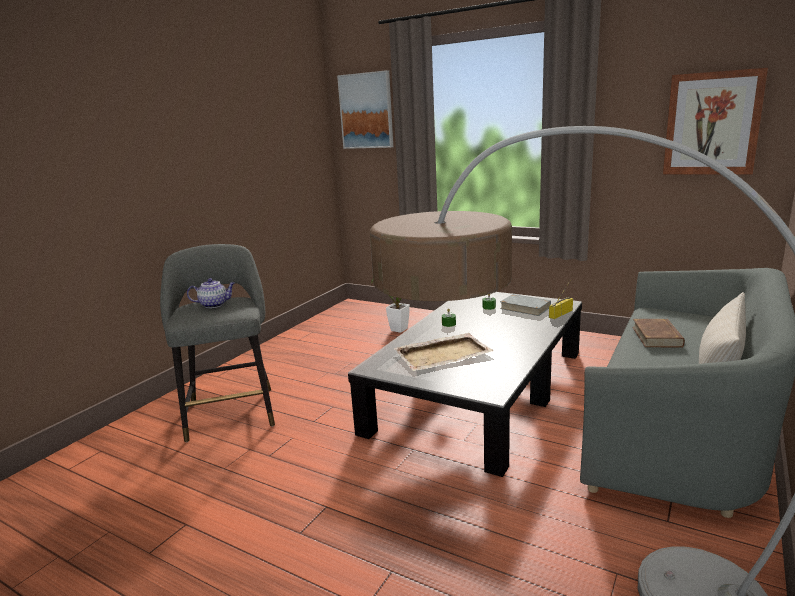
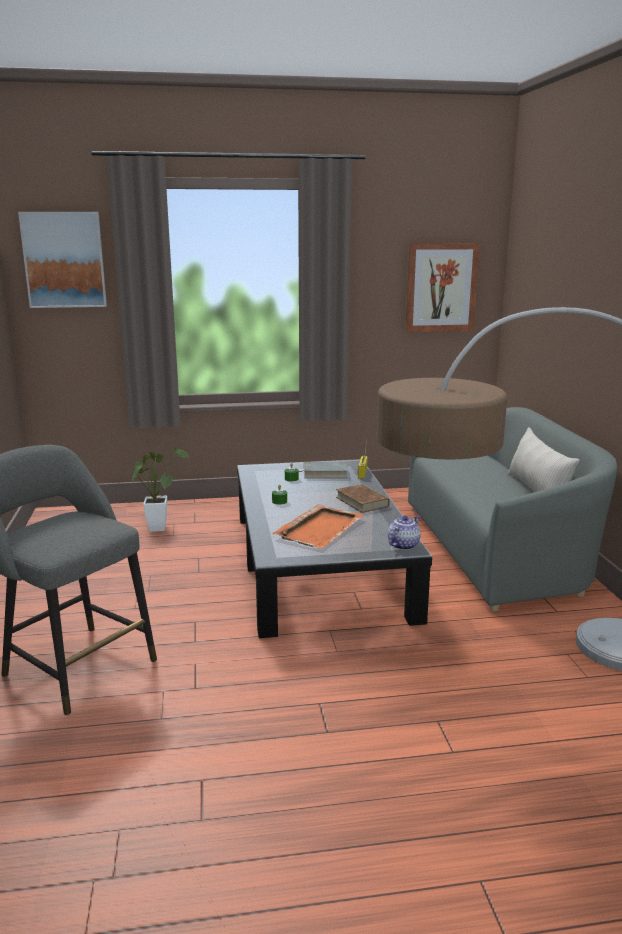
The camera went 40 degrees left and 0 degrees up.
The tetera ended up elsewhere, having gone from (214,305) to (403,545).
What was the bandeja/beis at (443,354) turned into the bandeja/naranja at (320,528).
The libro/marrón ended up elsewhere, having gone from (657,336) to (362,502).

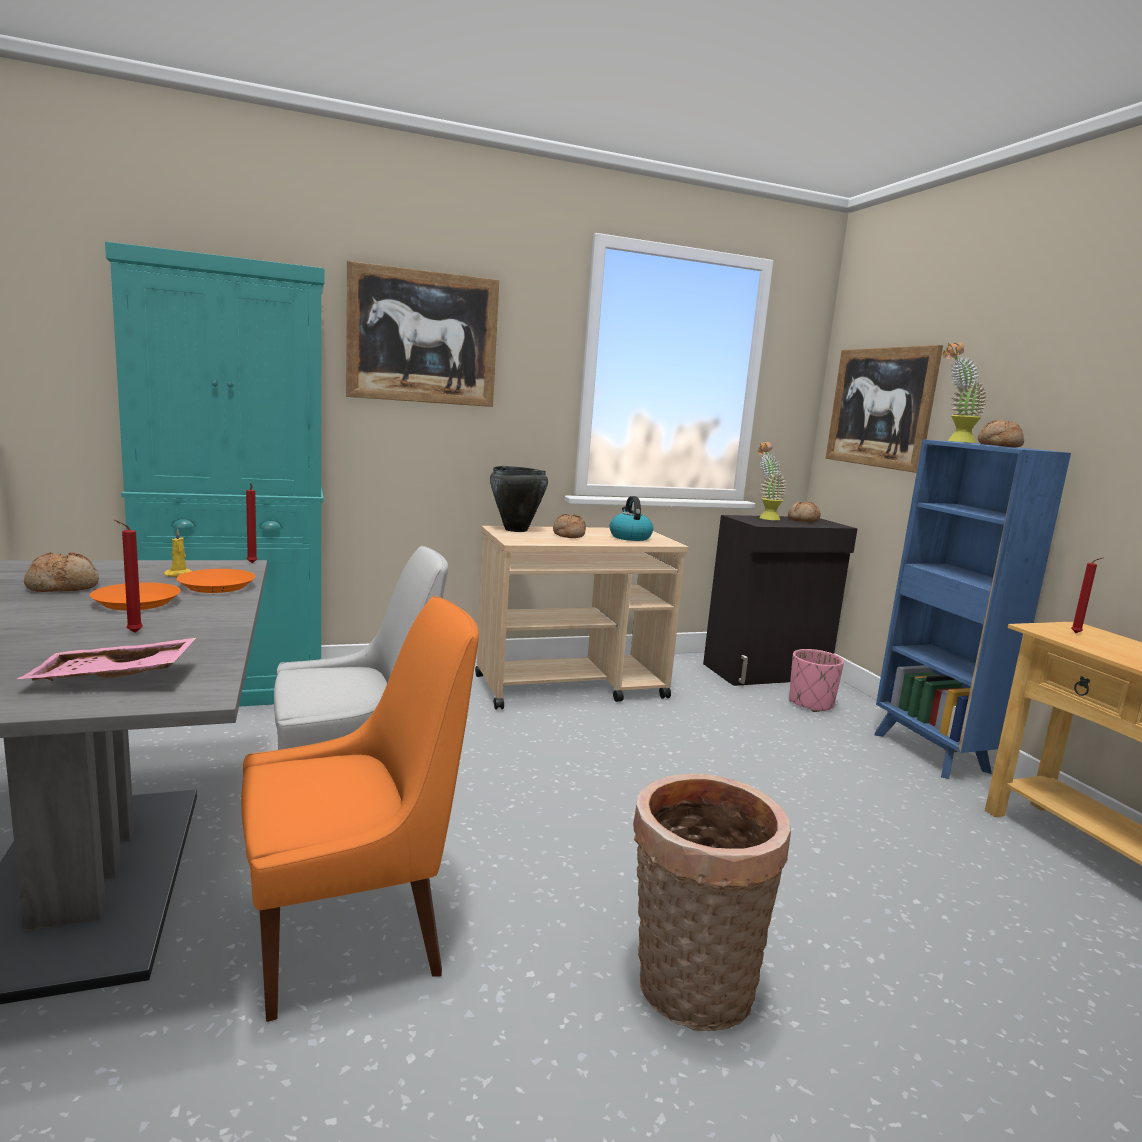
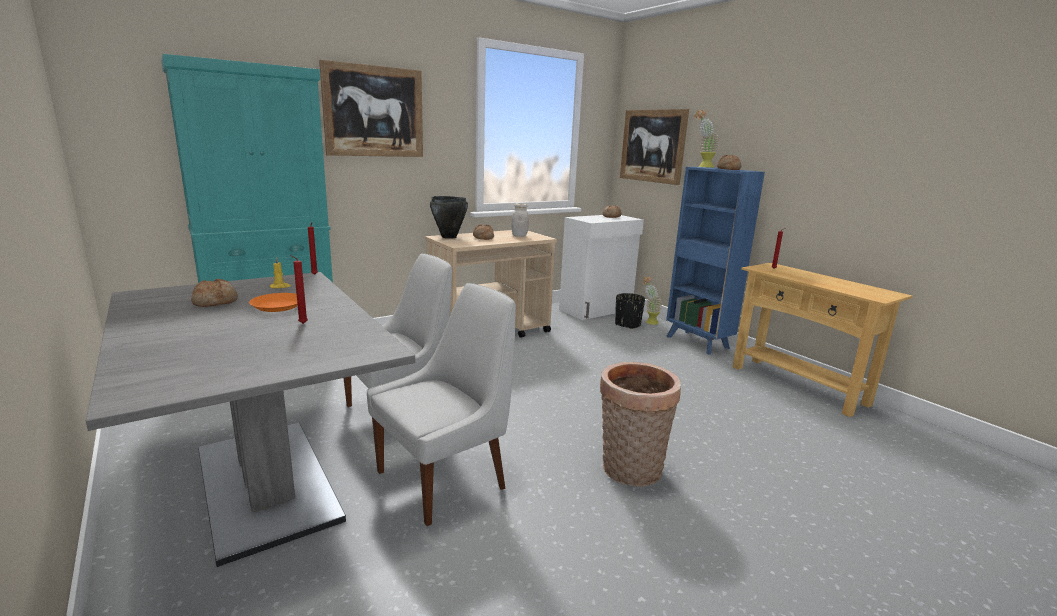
The camera went 15 degrees left and 5 degrees up.
The second view lost the bandeja/rosa at (112,678).
The second view lost the plato/naranja at (217,586).
What was the silla/naranja at (354,933) turned into the silla/blanco at (445,478).
Where the hervidor stood at (629,537), the tarro/blanco came to stand at (519,236).
What was the armario/negro at (767,672) turned into the armario/blanco at (597,310).
The planta en maceta ended up elsewhere, having gone from (765,518) to (649,322).
What was the maceta/rosa at (811,704) turned into the maceta/negro at (628,324).

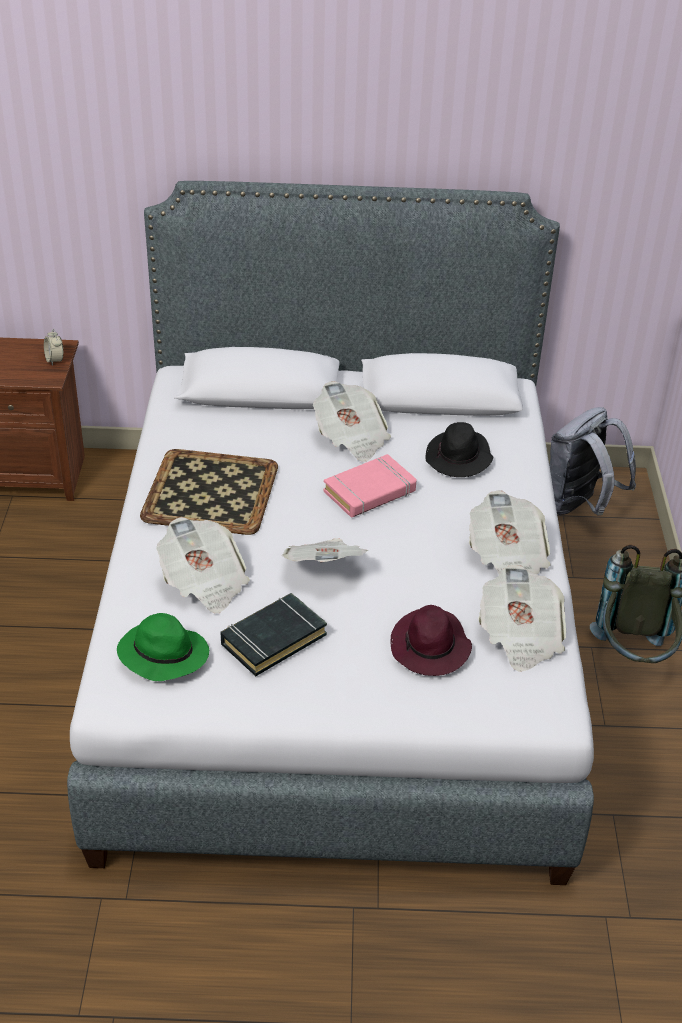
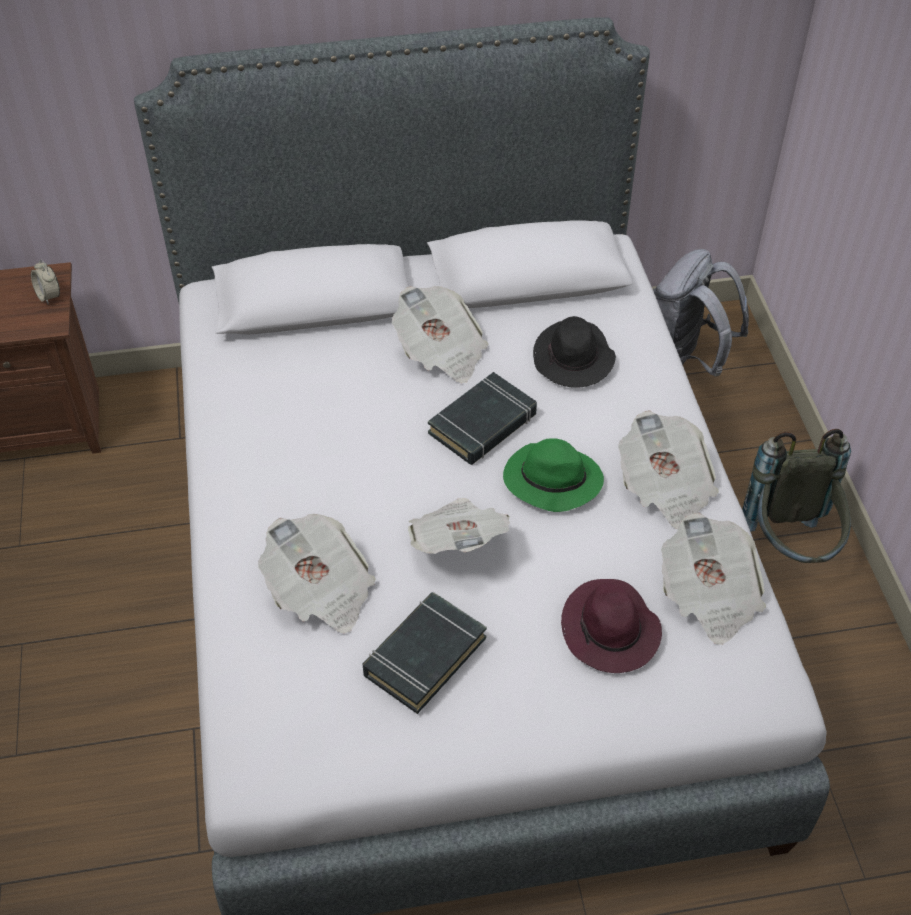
The camera went 10 degrees left and 10 degrees up.
The sombrero/verde ended up elsewhere, having gone from (162,654) to (550,481).
The second view lost the bandeja at (210,491).
What was the libro/rosa at (370,492) turned into the libro/negro at (483,424).

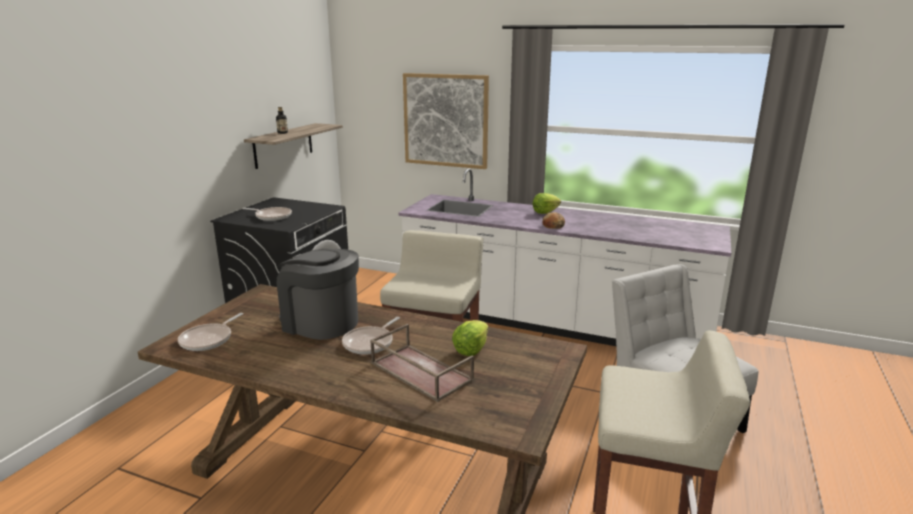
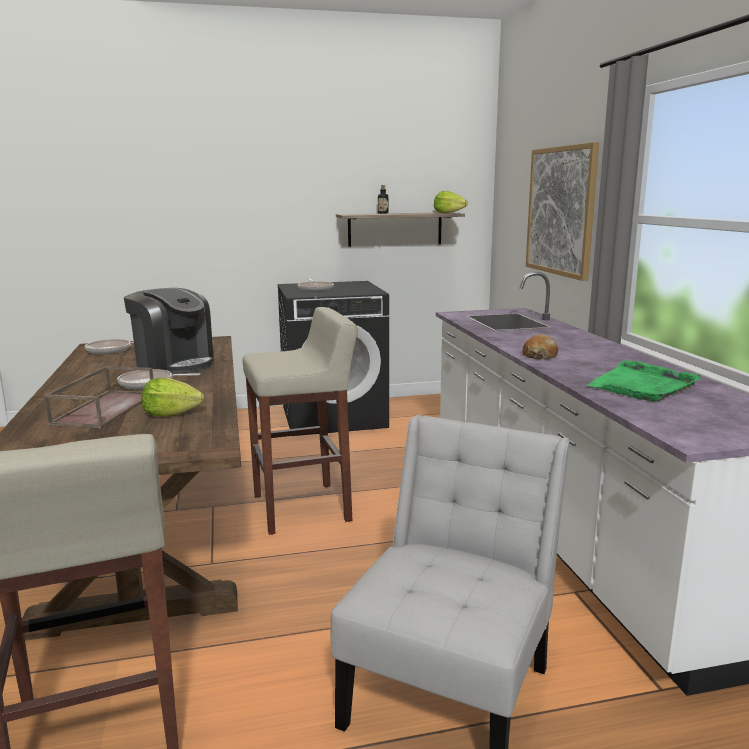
The camera went 55 degrees right and 5 degrees down.
The cafetera at (320,322) ended up facing another way, 135 degrees clockwise from before.
The lechuga ended up elsewhere, having gone from (545,212) to (448,213).
The second view gained the bandeja/verde at (642,385).

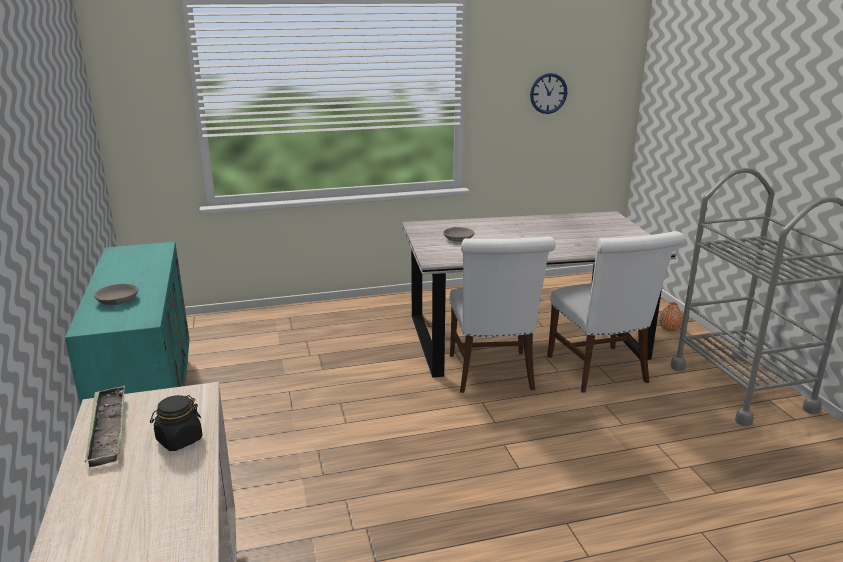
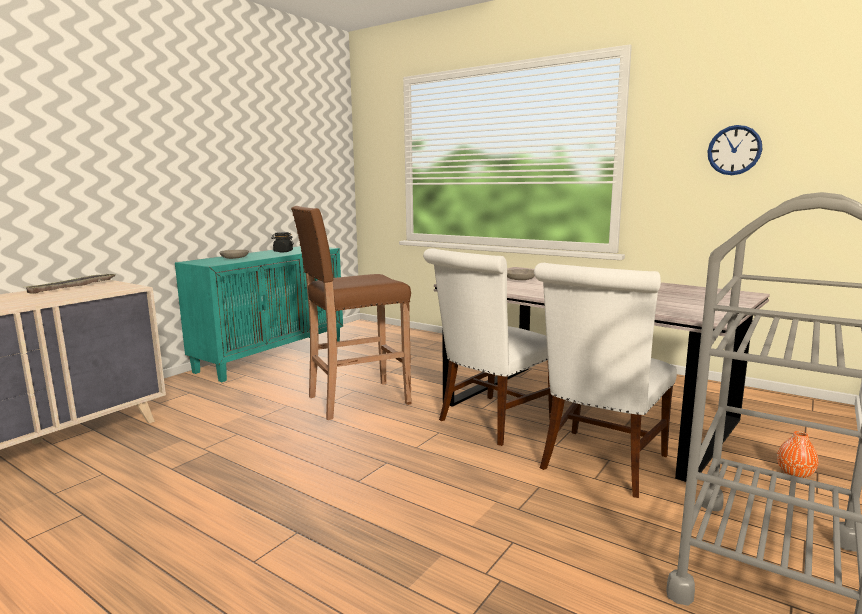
The camera went 50 degrees right and 10 degrees down.
The tarro/negro ended up elsewhere, having gone from (179,440) to (283,251).
The second view gained the taburete/marrón at (356,400).

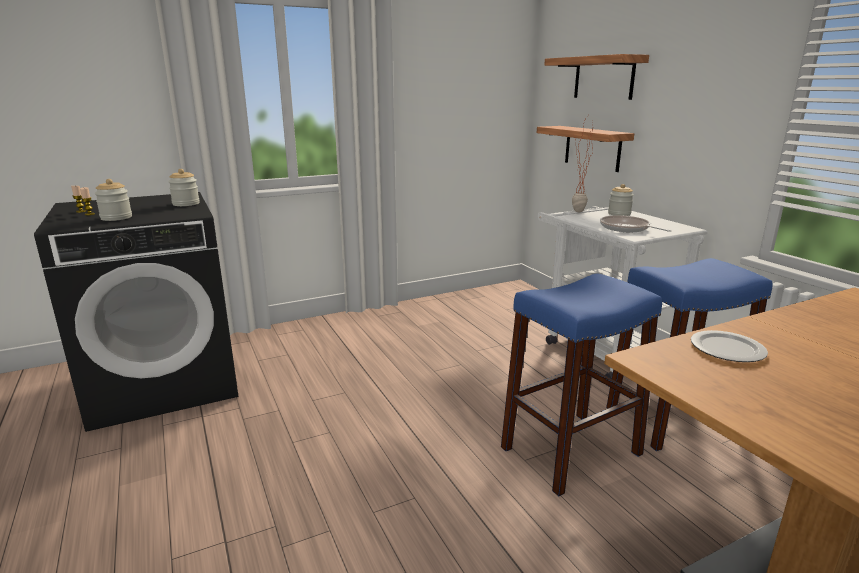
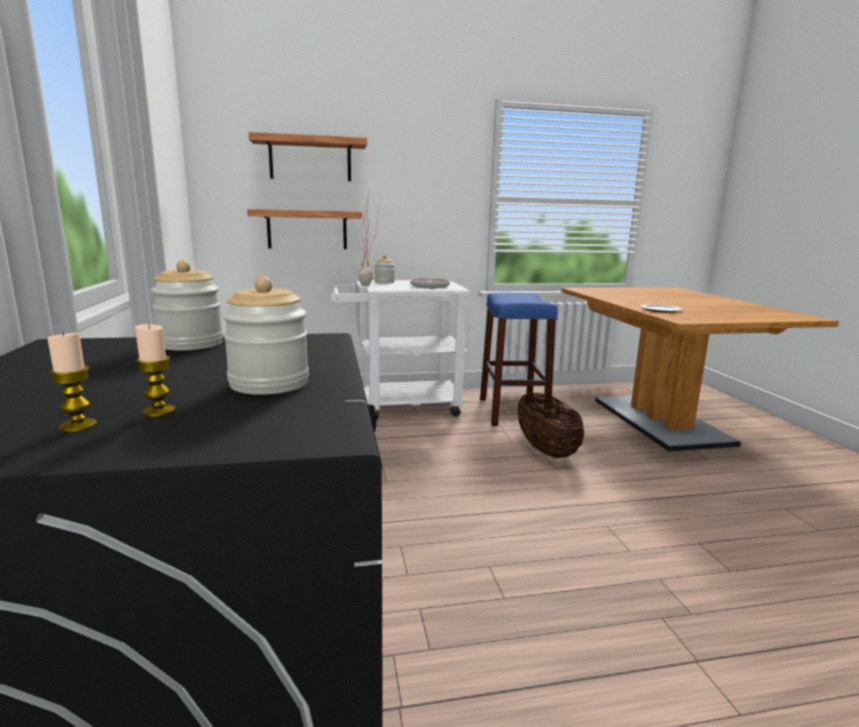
The camera went 75 degrees left and 5 degrees down.
Where the taburete/azul stood at (571,451), the cesta came to stand at (546,450).

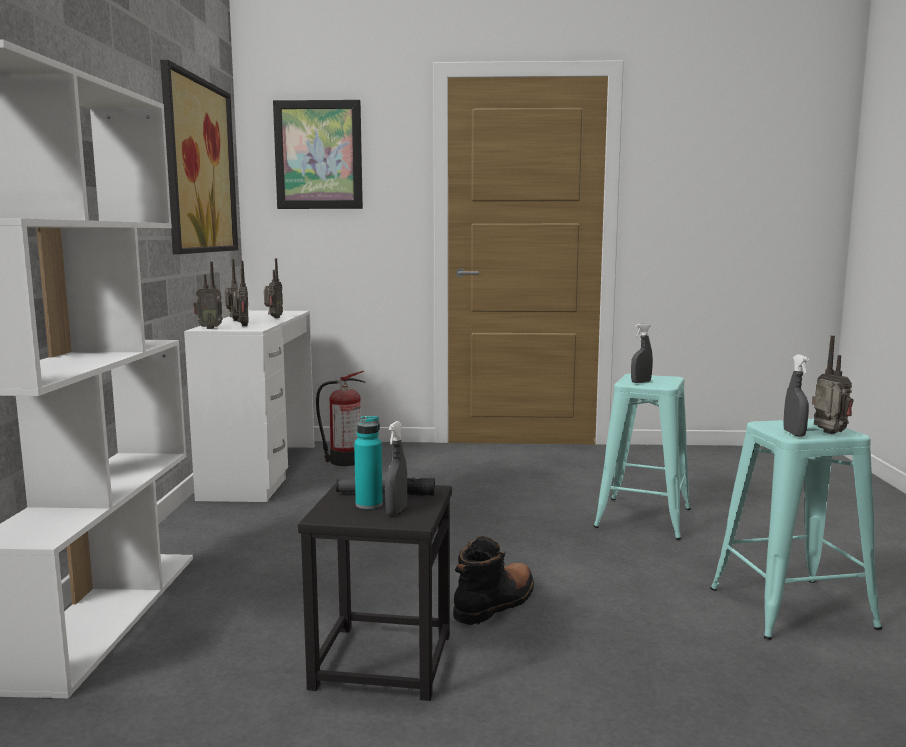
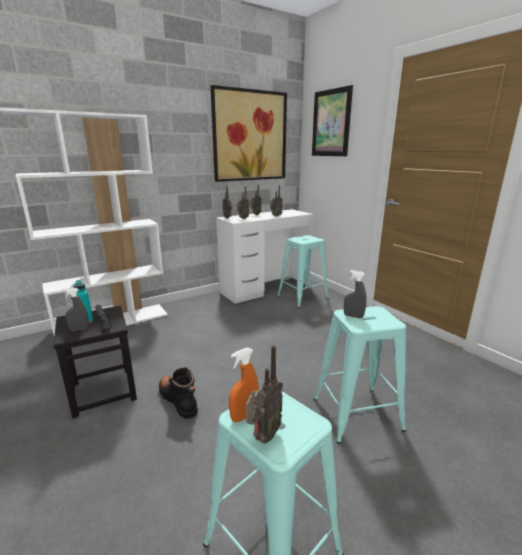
The camera went 55 degrees right and 10 degrees up.
Where the extintor stood at (344,461), the taburete/turquesa came to stand at (302,297).
The bota/negro at (495,604) ended up facing another way, 135 degrees counterclockwise from before.
What was the pulverizador/gris at (794,433) turned into the pulverizador/naranja at (244,416).

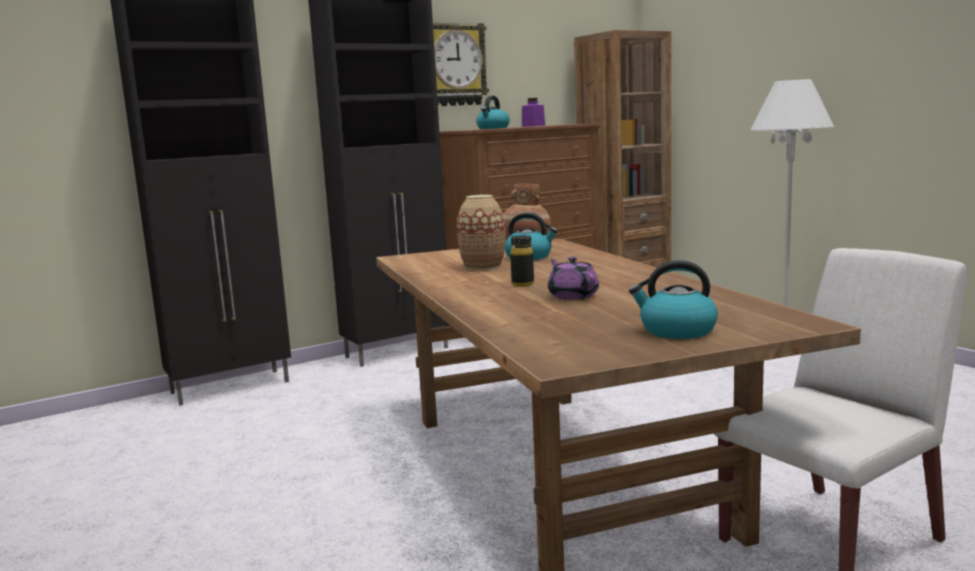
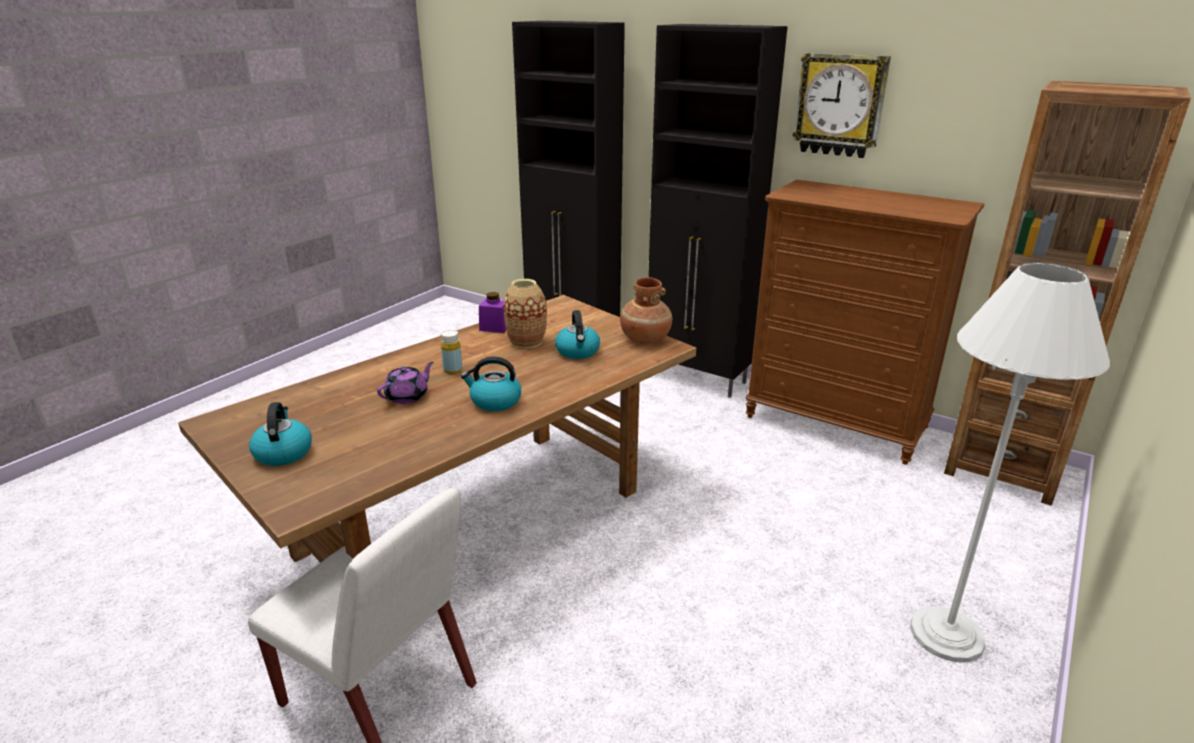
The camera went 65 degrees right and 15 degrees up.
The hervidor ended up elsewhere, having gone from (493,128) to (494,401).
What was the botella/negro at (522,284) turned into the botella/amarillo at (453,370).
The tarro/morado ended up elsewhere, having gone from (533,126) to (494,328).

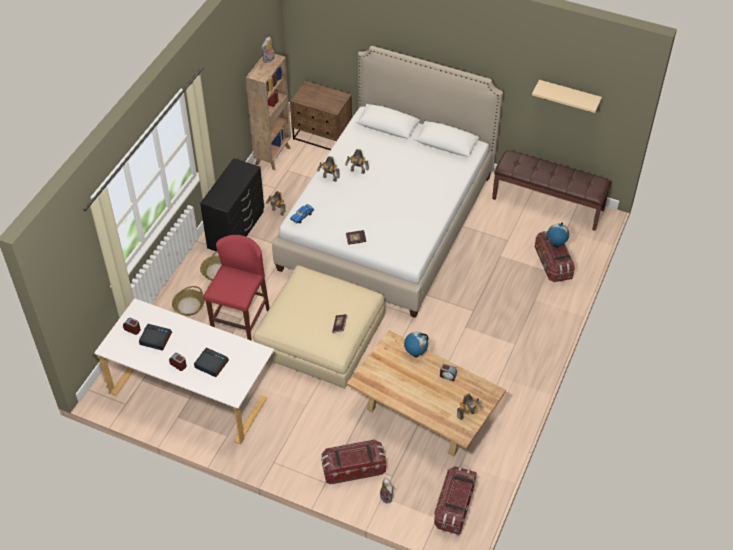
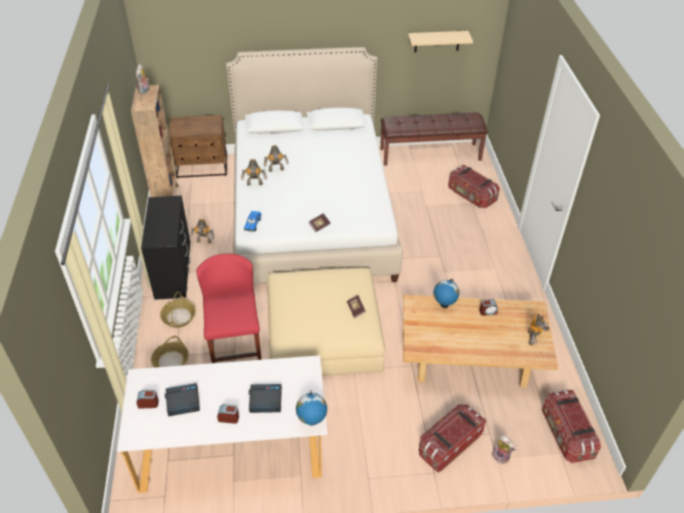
The camera went 30 degrees left and 5 degrees down.
The globo terráqueo ended up elsewhere, having gone from (556,245) to (311,421).

